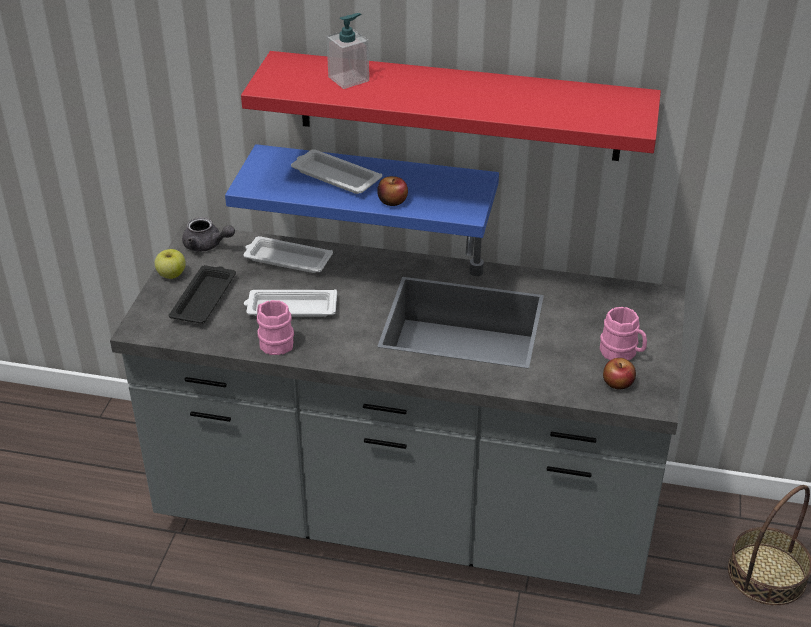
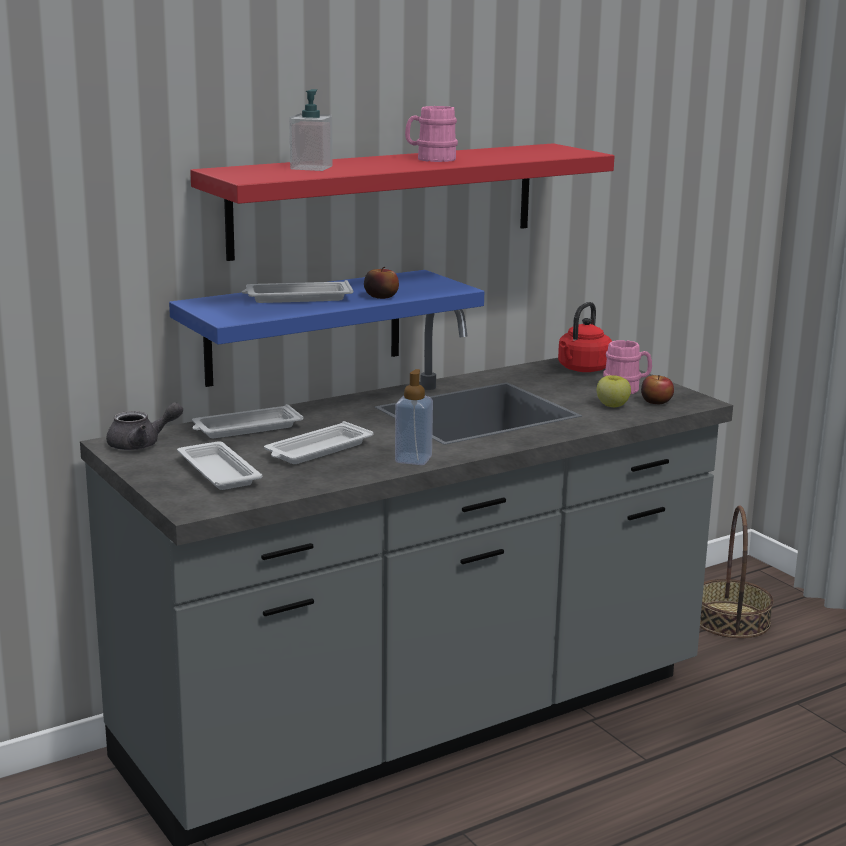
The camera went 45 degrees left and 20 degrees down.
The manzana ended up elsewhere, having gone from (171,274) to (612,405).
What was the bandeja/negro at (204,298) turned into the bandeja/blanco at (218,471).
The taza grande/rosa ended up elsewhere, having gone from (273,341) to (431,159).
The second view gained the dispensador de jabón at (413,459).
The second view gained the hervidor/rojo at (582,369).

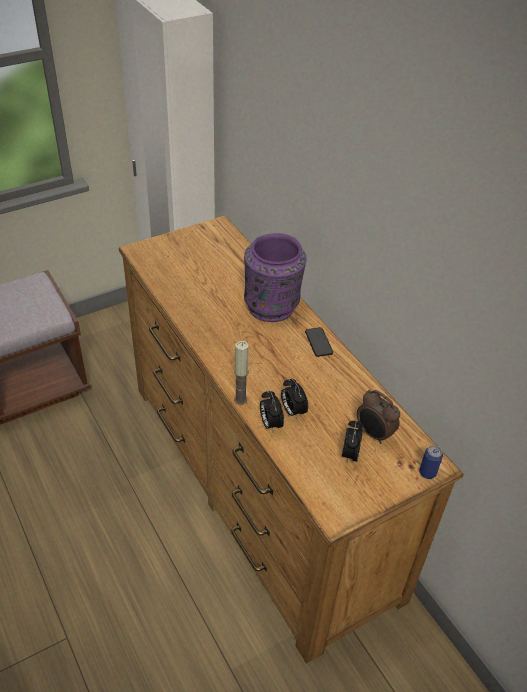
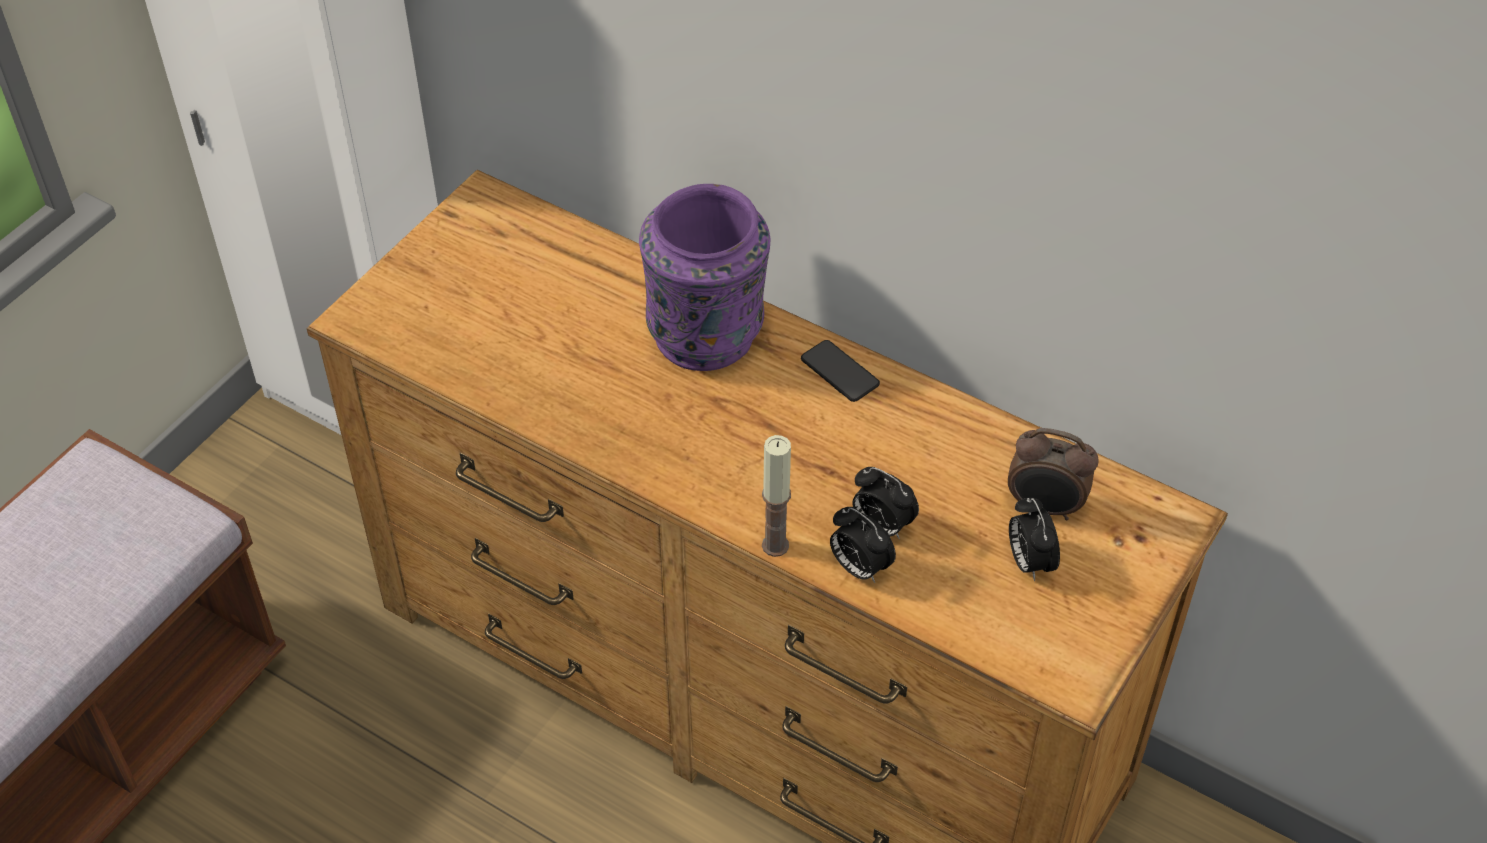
The camera went 25 degrees left and 5 degrees up.
The second view lost the lata at (427,473).

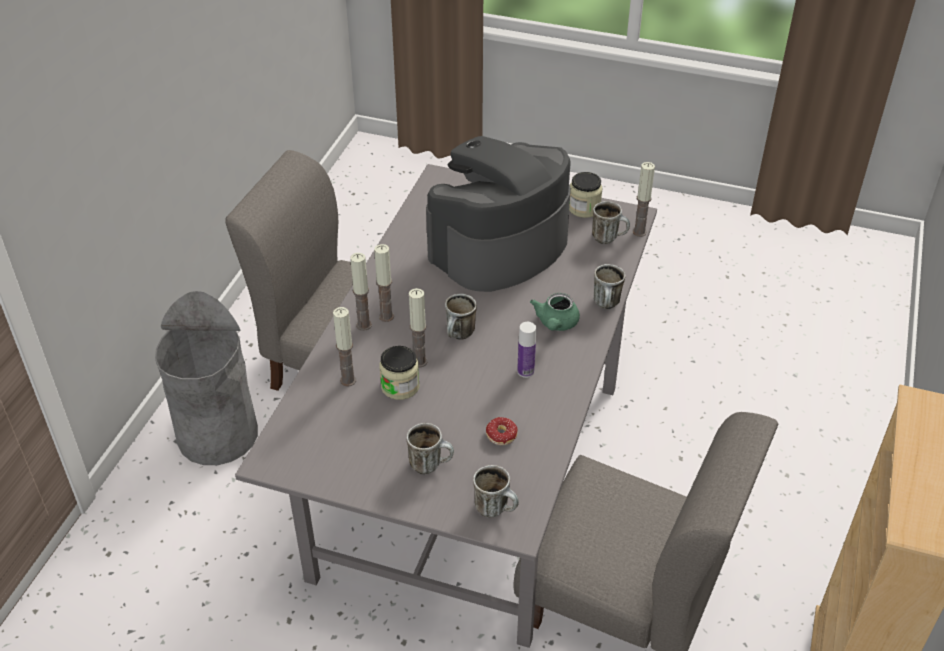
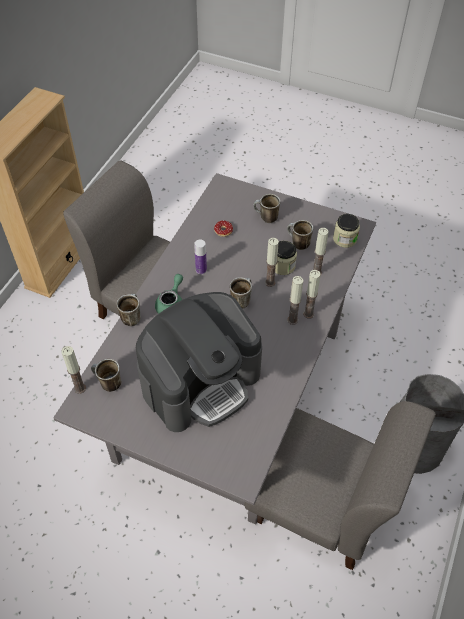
The camera went 175 degrees left and 10 degrees up.
The taza grande ended up elsewhere, having gone from (496,509) to (297,244).
The tarro ended up elsewhere, having gone from (584,208) to (344,239).

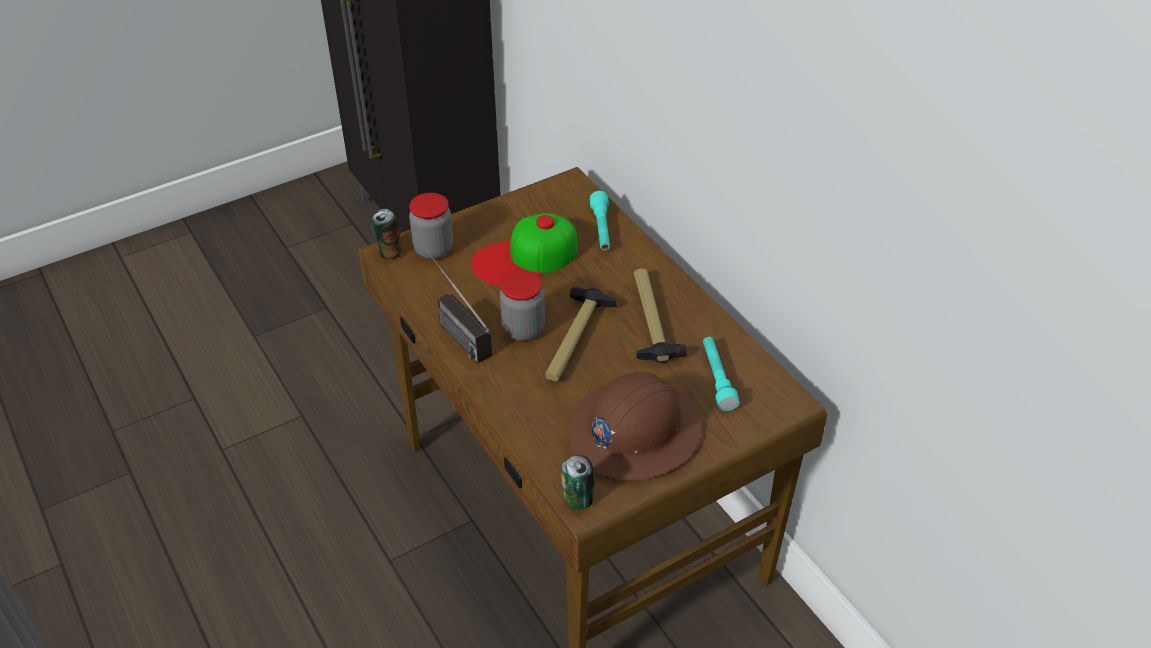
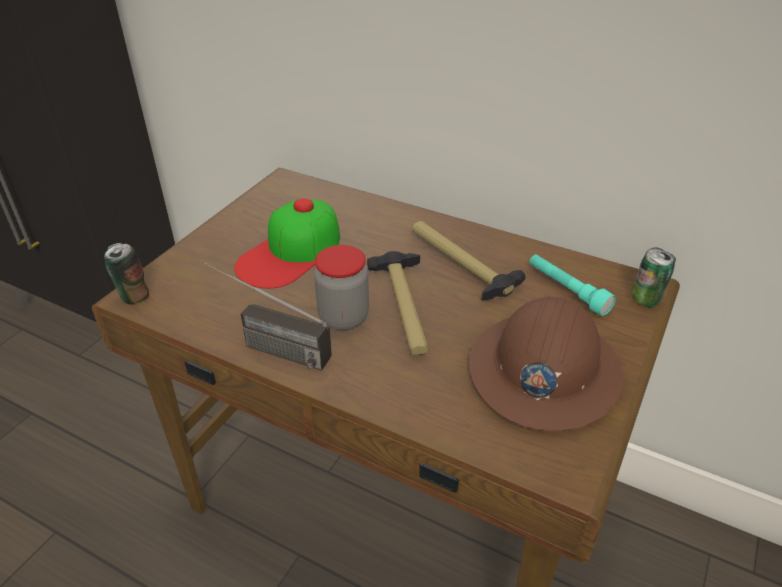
The camera went 30 degrees left and 5 degrees down.
The second view lost the tarro at (433,249).
The lata ended up elsewhere, having gone from (577,500) to (645,300).
The second view lost the linterna/turquesa at (601,229).

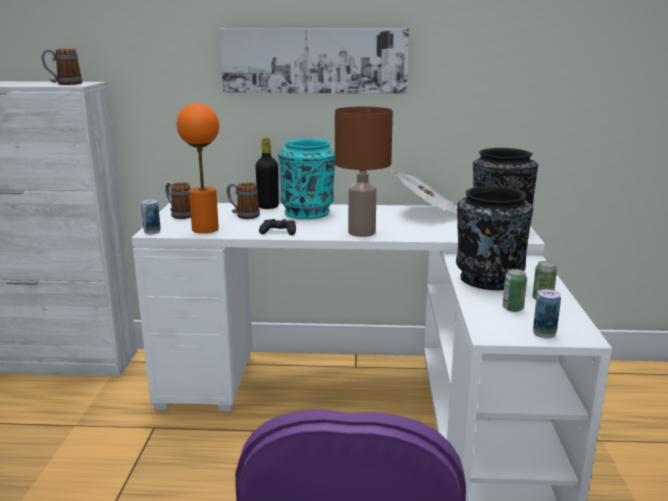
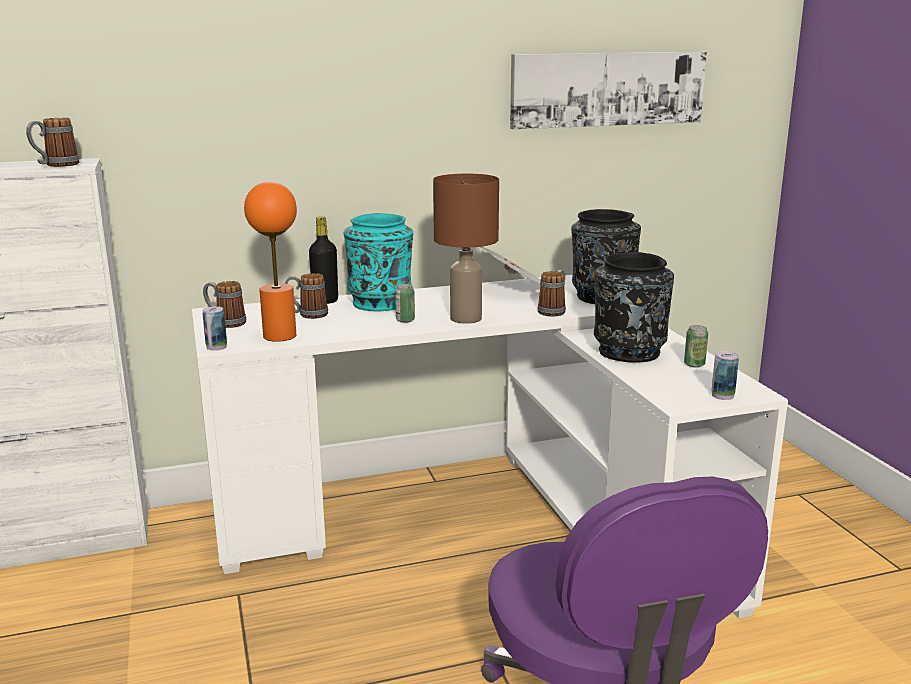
The camera went 20 degrees left and 0 degrees up.
The cuadro ended up elsewhere, having gone from (314,60) to (607,89).
The second view lost the mando de consola/negro at (278,232).
The lata ended up elsewhere, having gone from (512,308) to (405,320).
The second view gained the taza grande at (554,310).

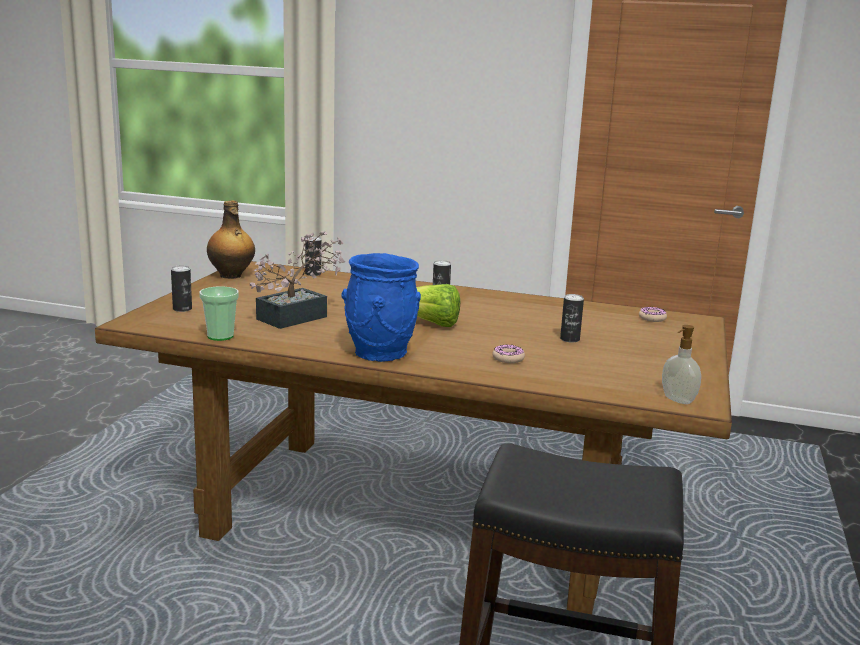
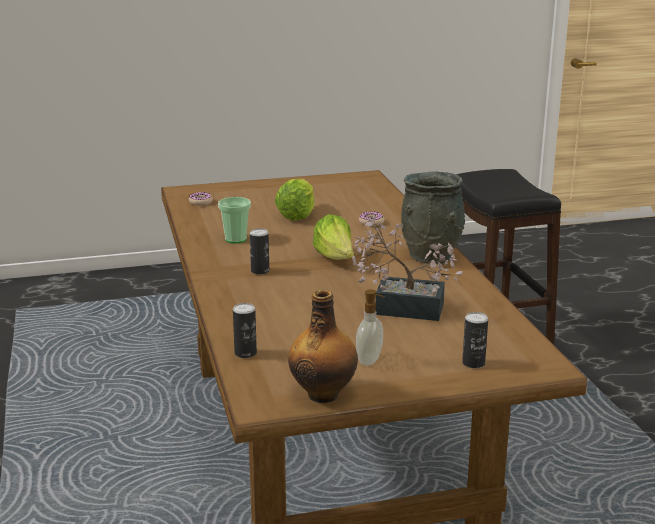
The camera went 120 degrees left and 5 degrees up.
The taza ended up elsewhere, having gone from (220,336) to (235,239).
What was the florero/azul at (379,353) turned into the florero/gris at (431,256).
Where the lata stood at (569,339), the lechuga came to stand at (297,215).
The dispensador de jabón ended up elsewhere, having gone from (677,400) to (370,360).

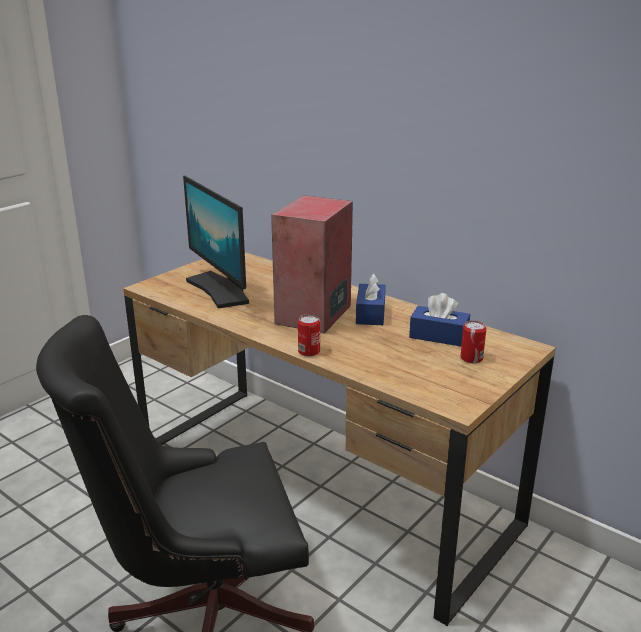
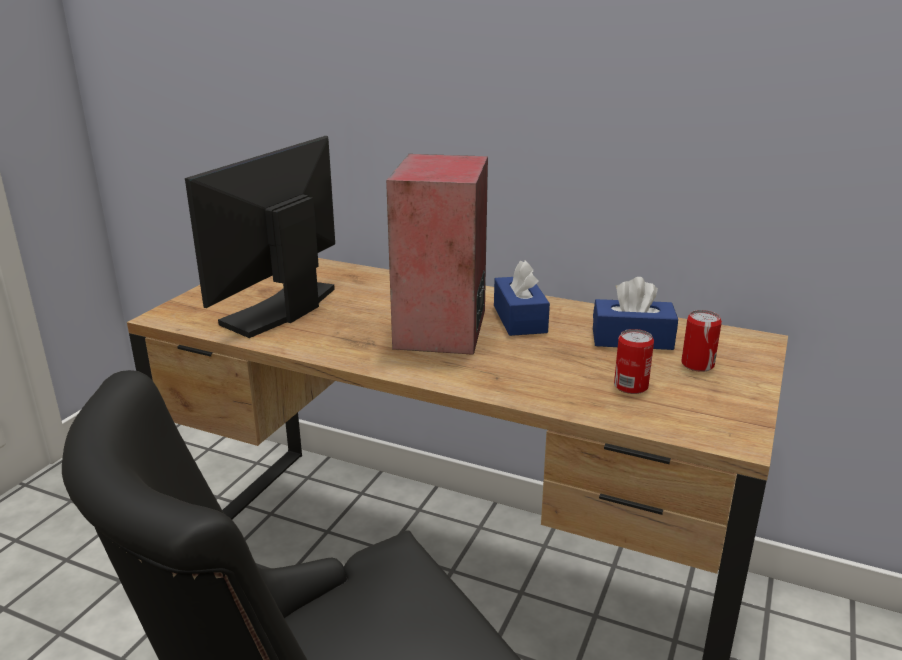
The camera went 15 degrees left and 0 degrees up.
The monitor at (220,290) ended up facing another way, 75 degrees clockwise from before.
The lata ended up elsewhere, having gone from (309,351) to (630,386).

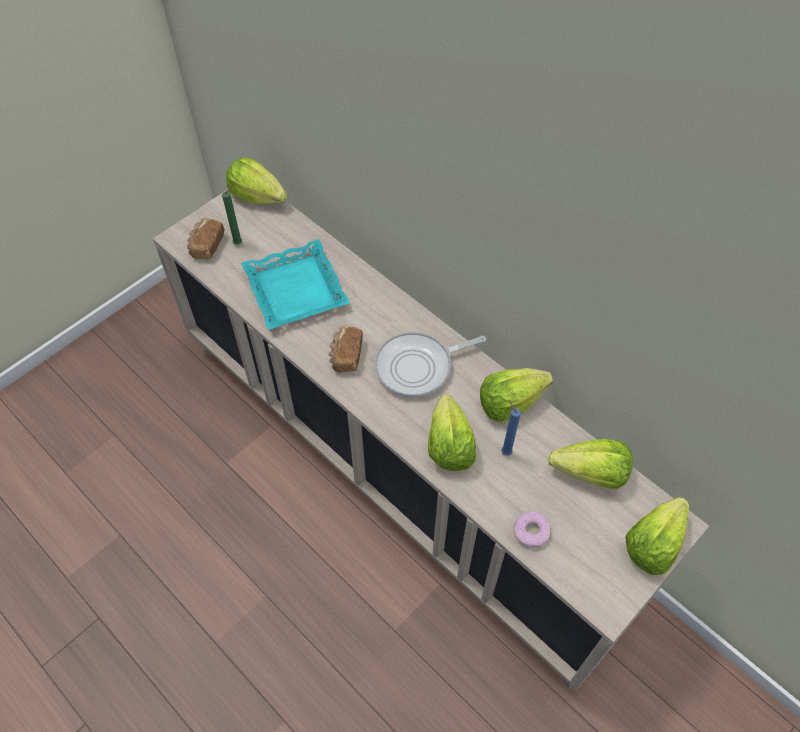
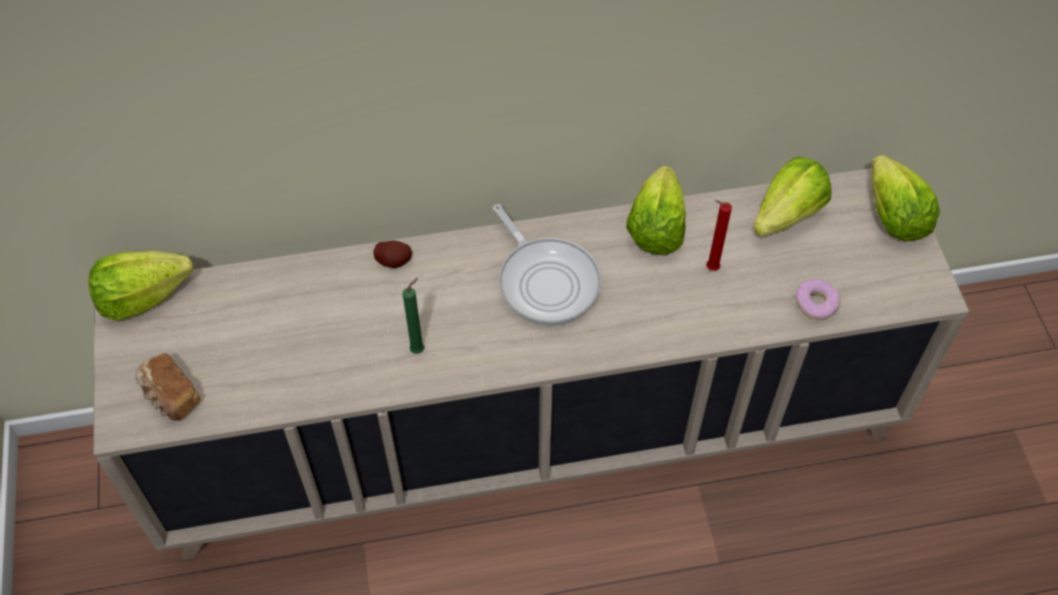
The camera went 55 degrees left and 0 degrees up.
The vela/verde ended up elsewhere, having gone from (239,244) to (419,349).
The second view lost the bandeja/turquesa at (296,290).
The second view lost the pan at (345,355).
The sartén at (418,367) ended up facing another way, 45 degrees counterclockwise from before.
The second view lost the lechuga at (449,446).
What was the vela/azul at (505,451) turned into the vela/rojo at (710,268).
The second view gained the patata at (394,260).

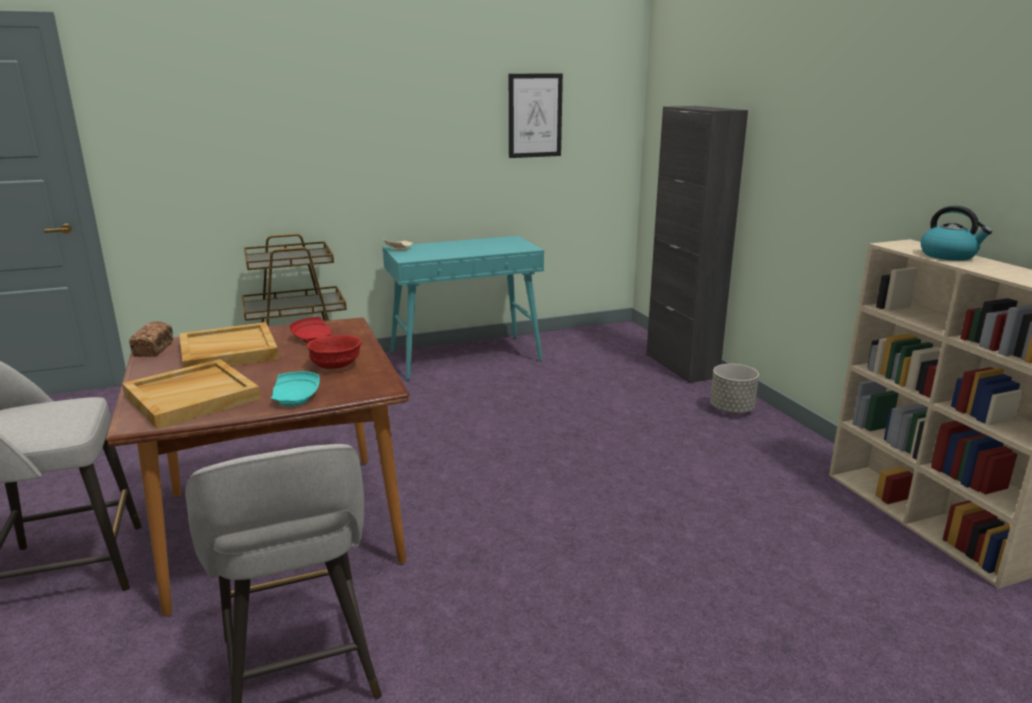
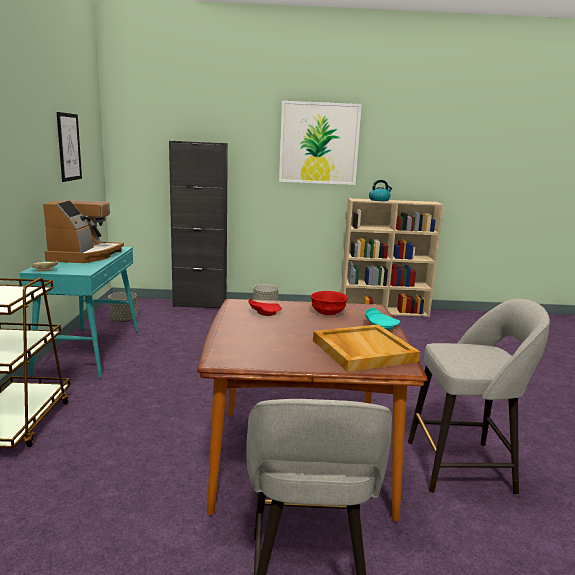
The camera went 70 degrees left and 5 degrees down.
The second view lost the pan at (154,349).
The second view lost the bandeja/beis at (228,352).
The second view gained the cafetera at (85,255).
The second view gained the maceta/gris at (123,320).
The second view gained the cuadro at (319,143).

